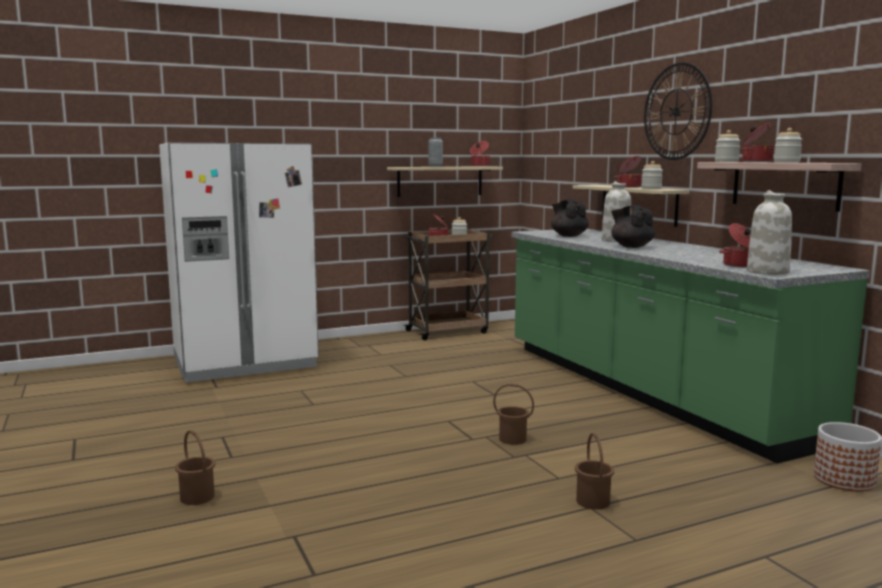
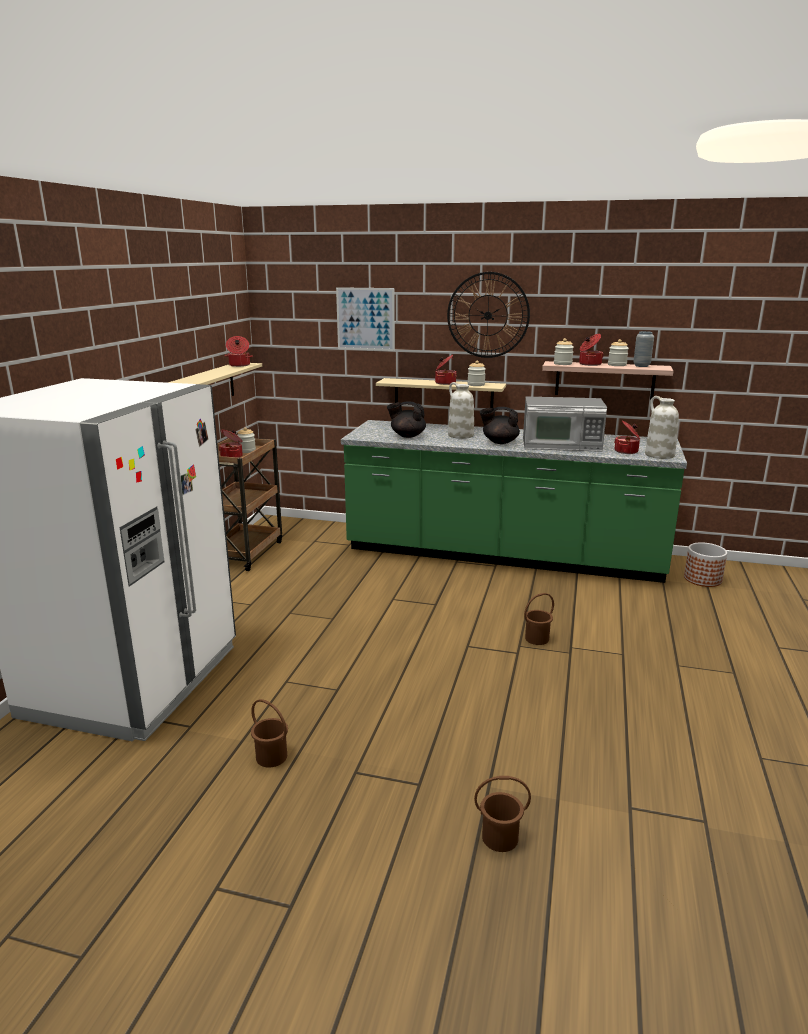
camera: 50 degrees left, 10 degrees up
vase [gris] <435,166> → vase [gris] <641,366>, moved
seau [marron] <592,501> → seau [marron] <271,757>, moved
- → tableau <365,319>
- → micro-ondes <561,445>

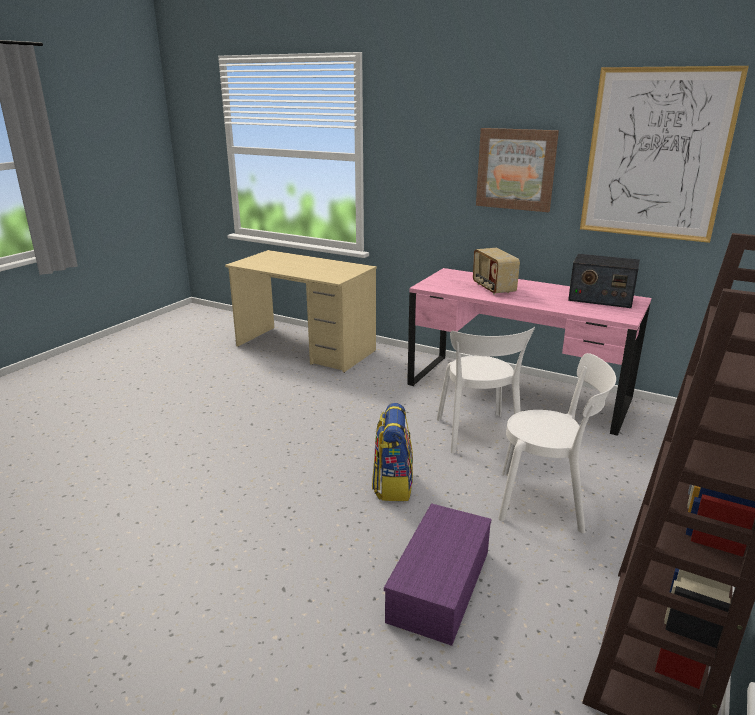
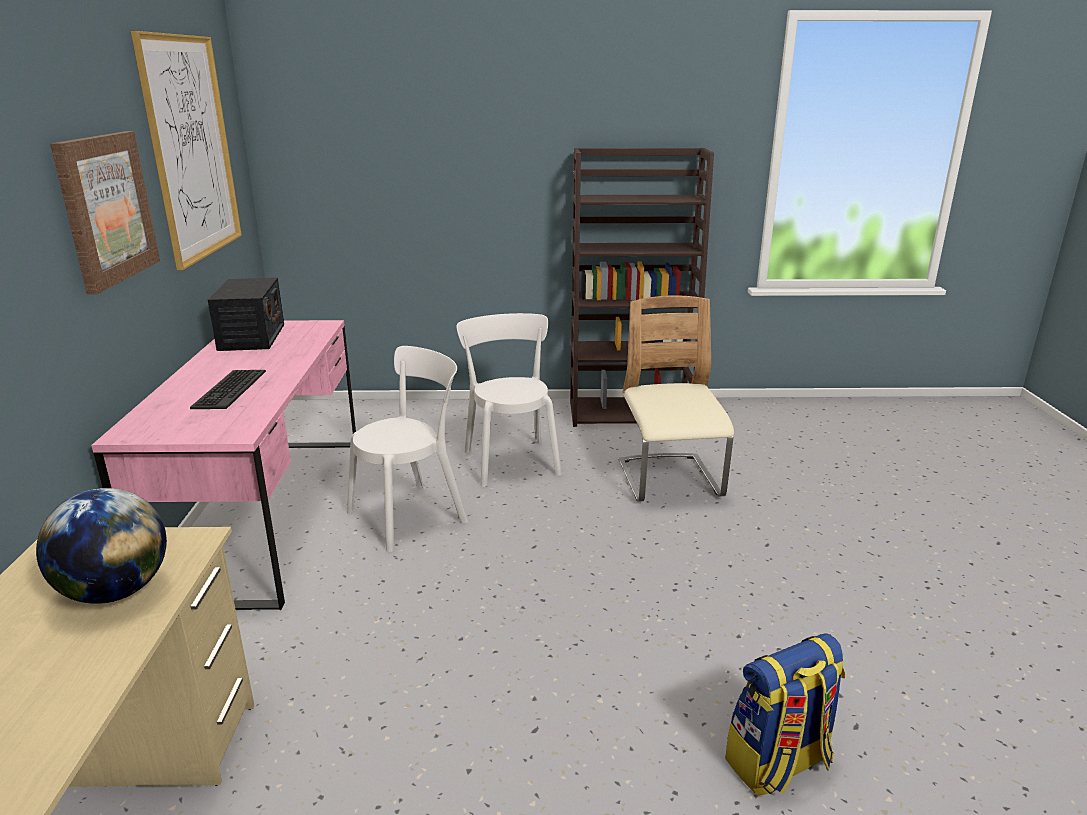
camera: 120 degrees left, 0 degrees up
sac à dos <392,484> → sac à dos <778,763>, moved
boîte de rangement [violet] <440,587> → chaise [beige] <669,480>
radio <493,288> → clavier <229,390>
- → globe <116,591>

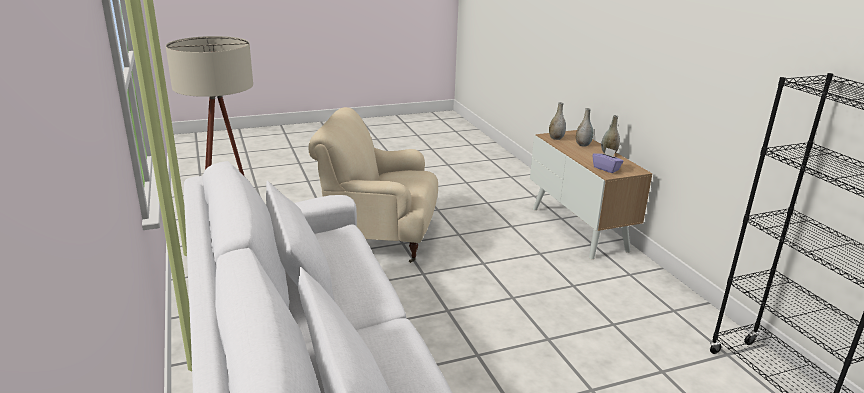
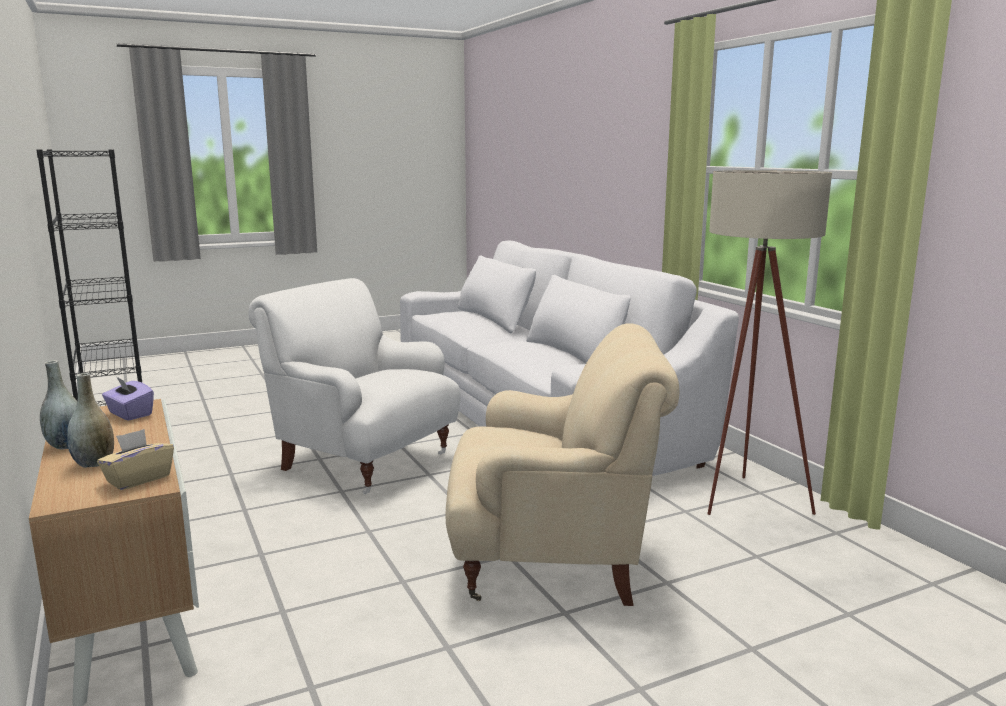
camera: 175 degrees right, 10 degrees down
vase [gris] <556,138> → boîte à mouchoirs [beige] <138,479>
- → fauteuil [blanc] <363,461>

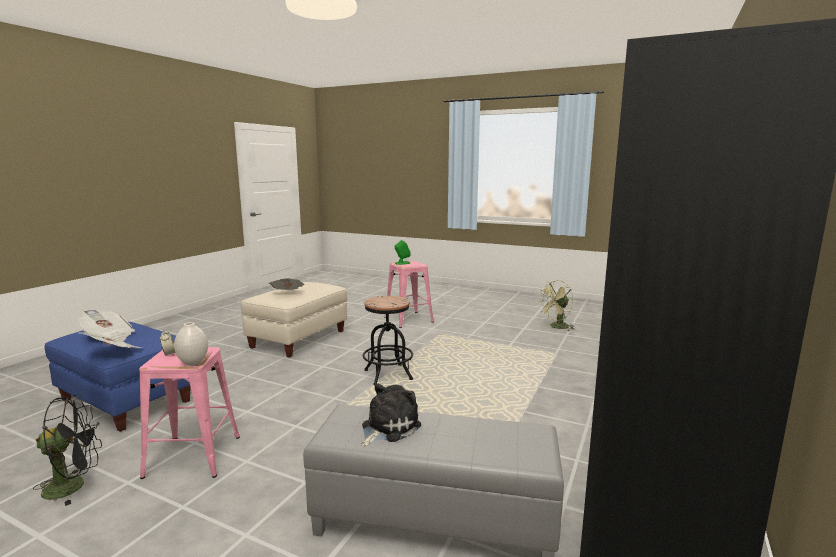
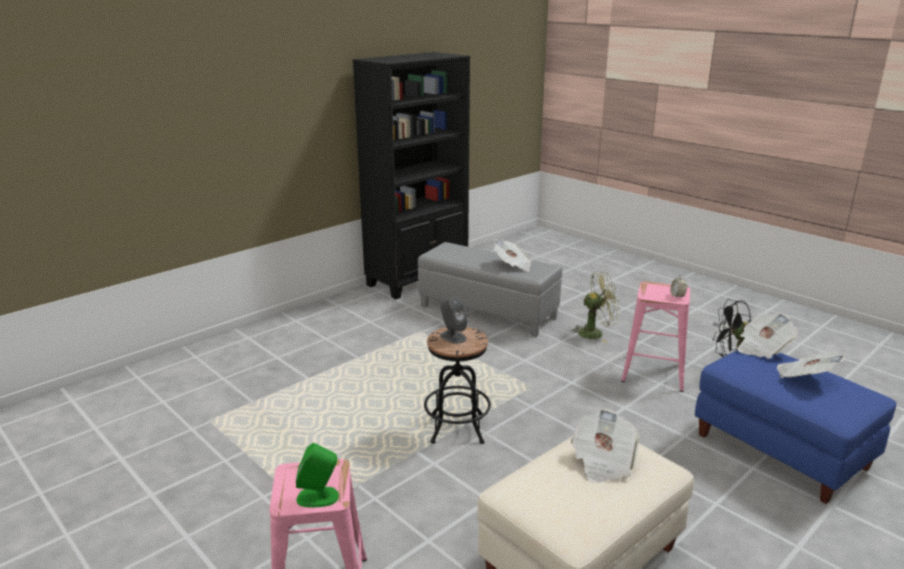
camera: 160 degrees left, 10 degrees up
vase [blanc] <194,363> → -
peluche <388,427> → journal <513,265>
ventilateur [vert] <556,327> → ventilateur [vert] <595,333>, moved
- → enceinte [gris] <452,337>

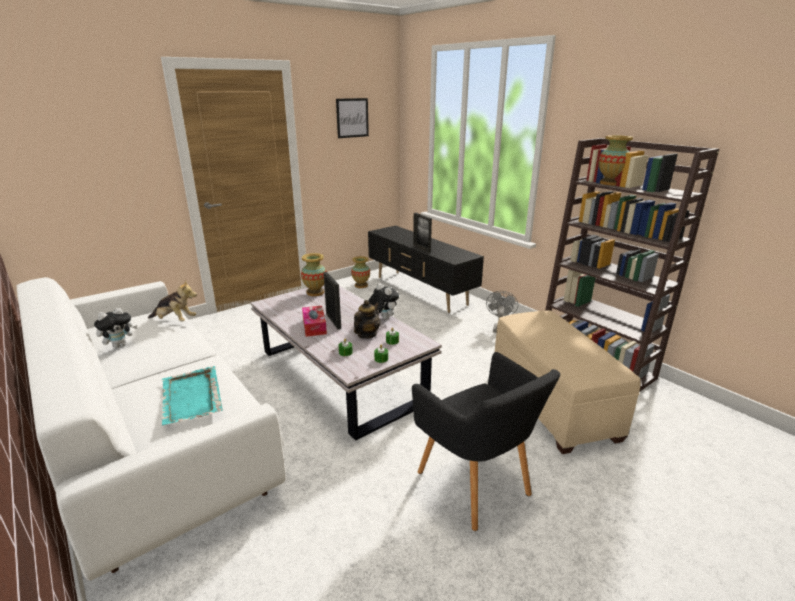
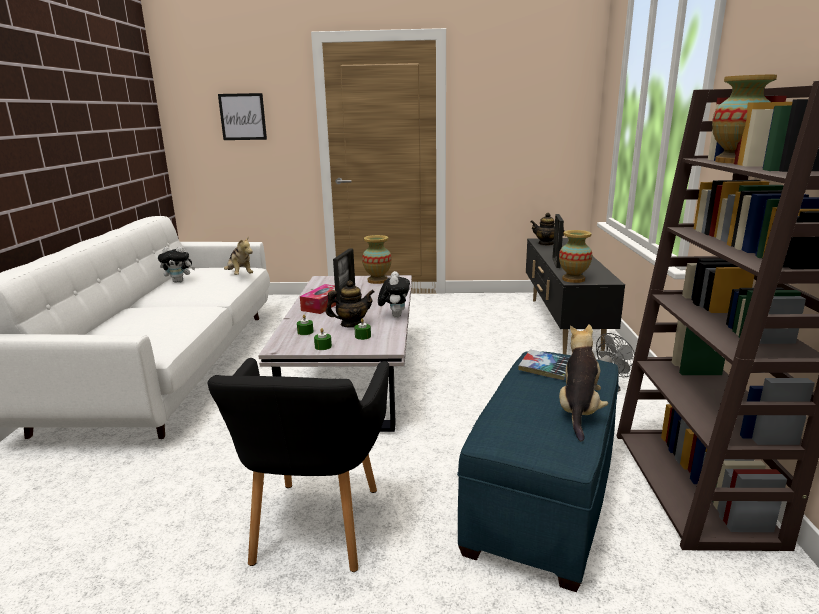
camera: 40 degrees right, 5 degrees down
plateau [turquoise] <191,398> → -
tableau <352,118> → tableau <242,117>, moved
vase <361,285> → vase <573,279>, moved
pouf [beige] <552,403> → pouf [bleu] <544,498>
- → livre <545,369>
- → théière <546,244>
- → peluche <579,411>

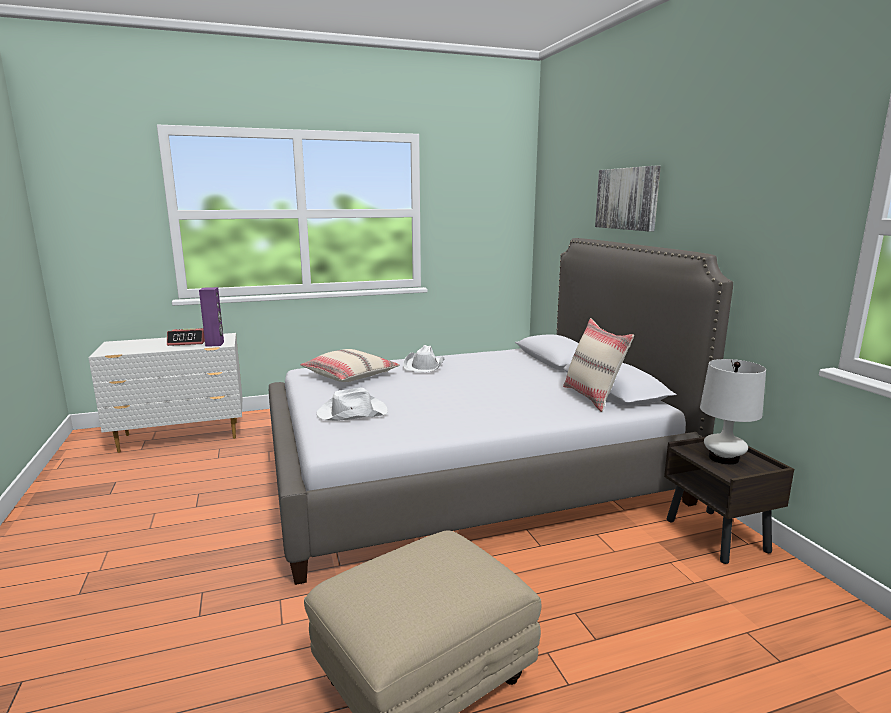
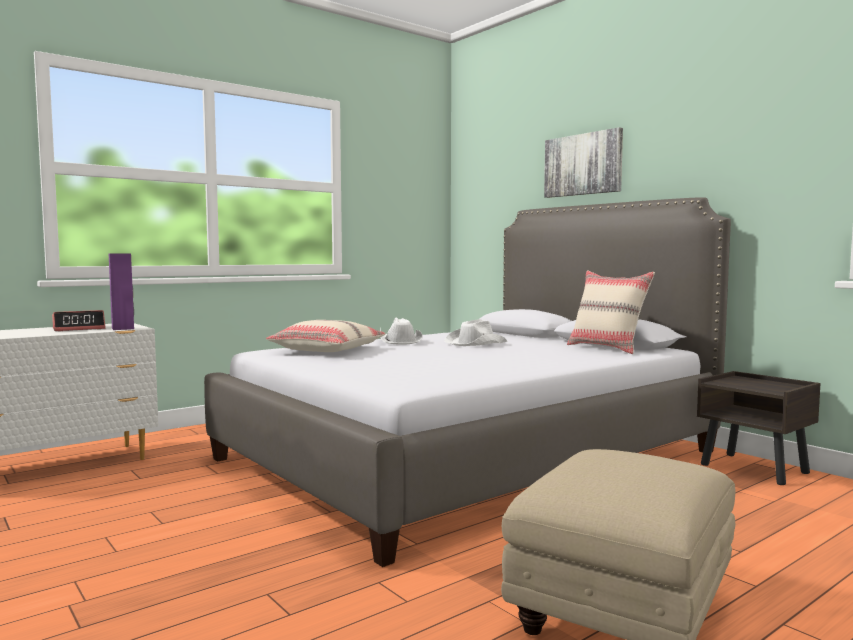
camera: 20 degrees left, 10 degrees down
chapeau [blanc] <351,413> → chapeau [blanc] <475,343>, moved
lampe de table [blanc] <723,458> → -

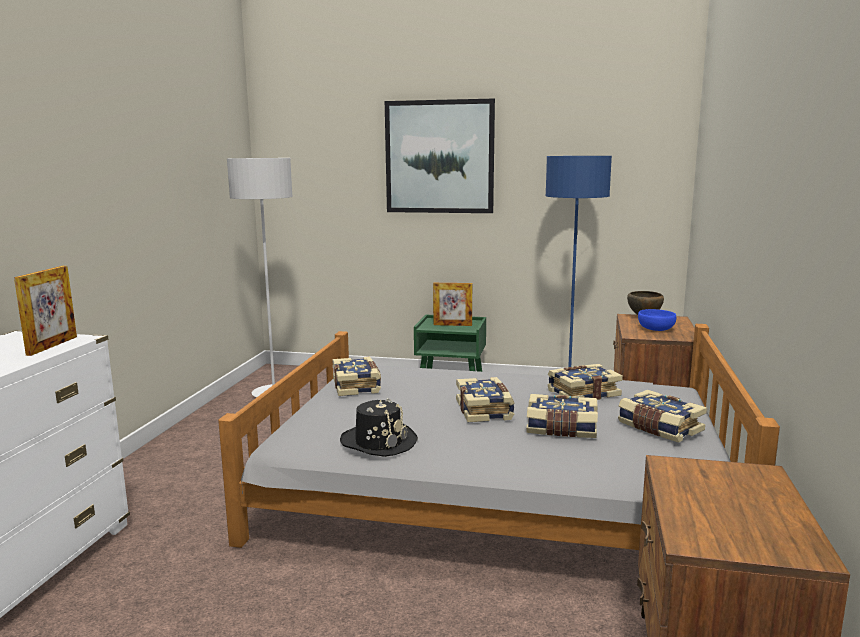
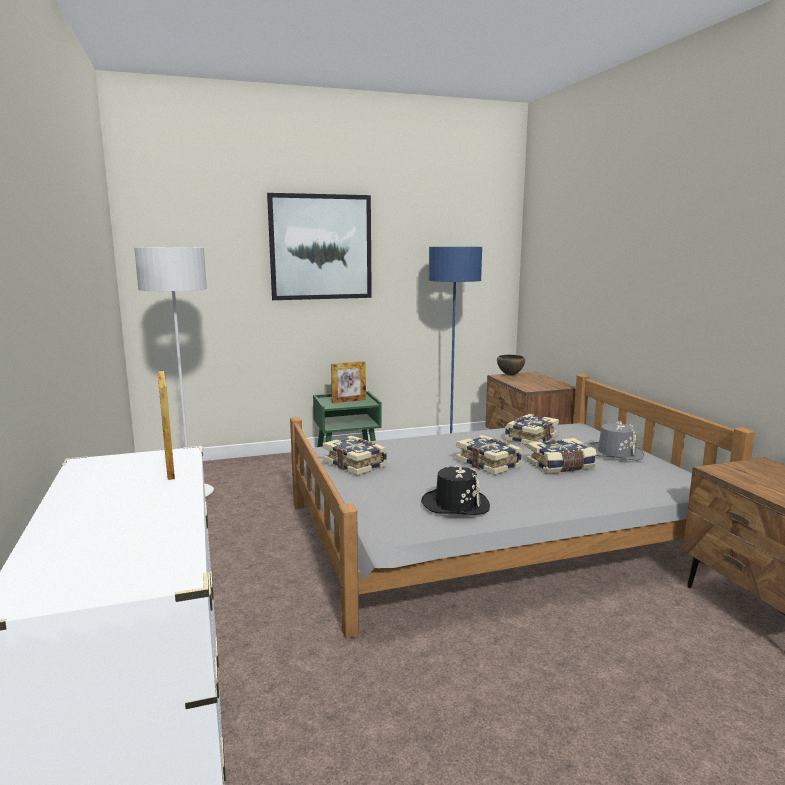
camera: 30 degrees left, 0 degrees up
livre <659,428> → chapeau [gris] <615,453>
bol [bleu] <655,329> → -

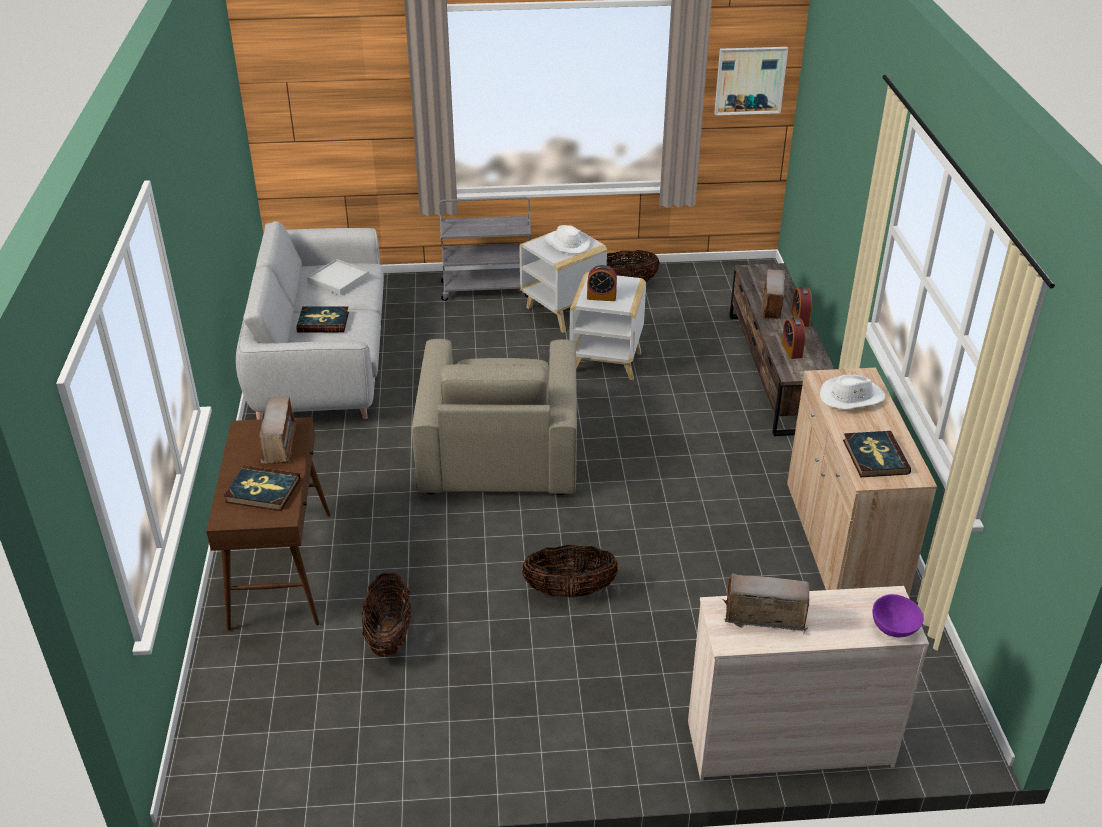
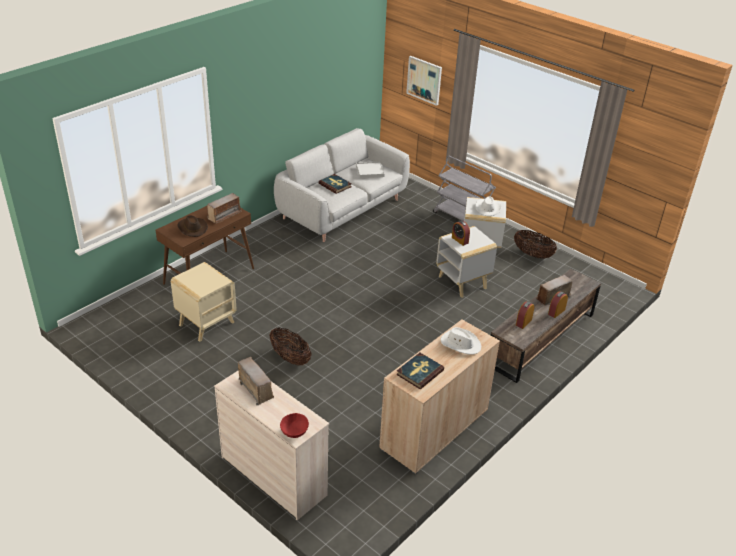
camera: 45 degrees right, 0 degrees up
livre <263,491> → chapeau [marron] <192,228>
panier <389,635> → table d'appoint [beige] <206,324>
fauteuil [beige] <498,449> → -
tableau <750,80> → tableau <424,80>, moved
bol [violet] <893,626> → bol [rouge] <294,431>

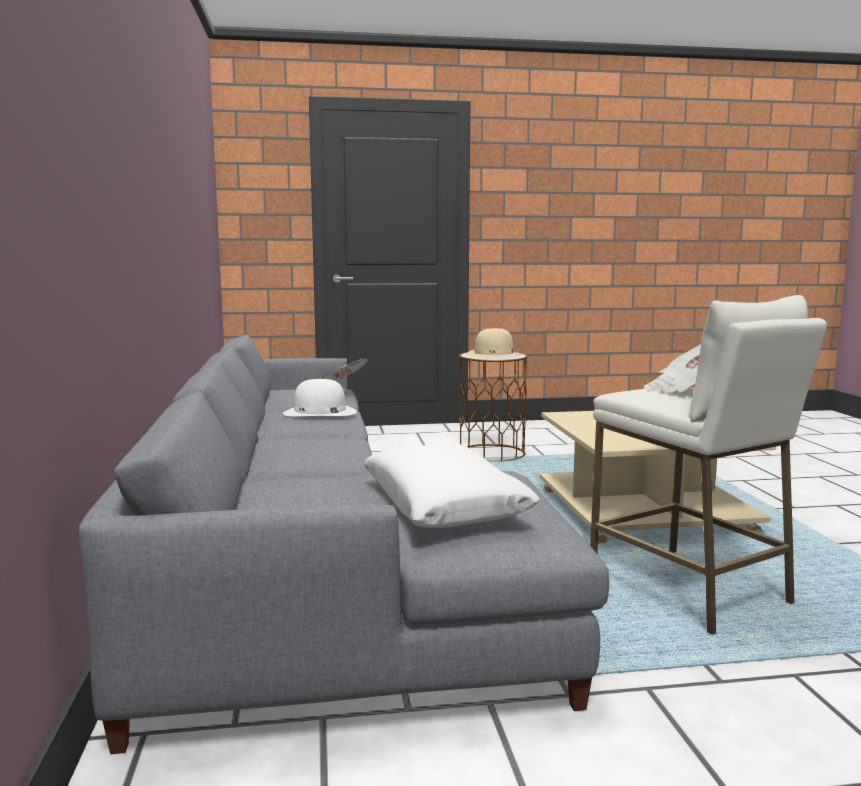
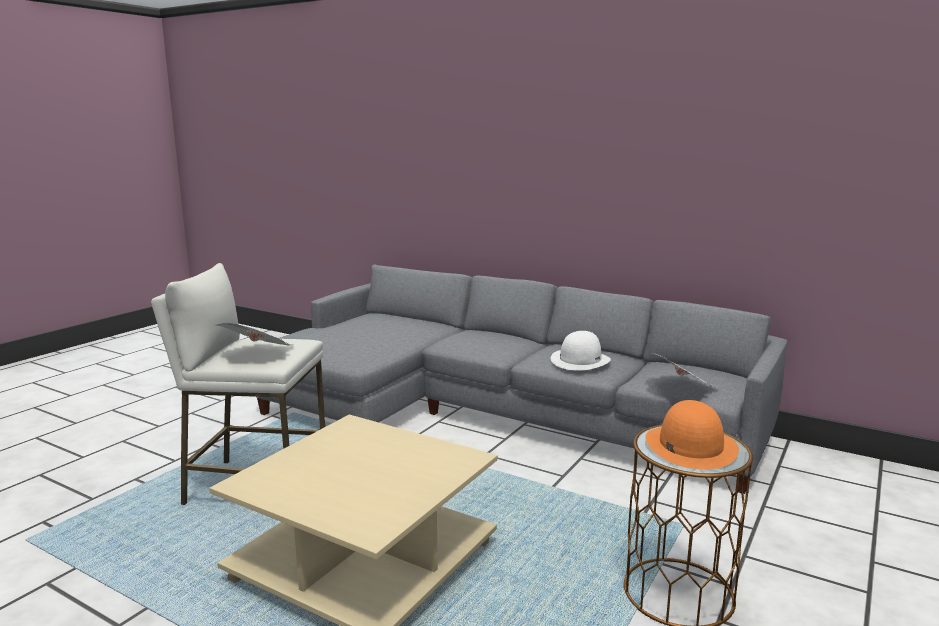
camera: 130 degrees right, 5 degrees up
coussin [blanc] <444,504> → -
chapeau [beige] <493,354> → chapeau [orange] <690,446>

